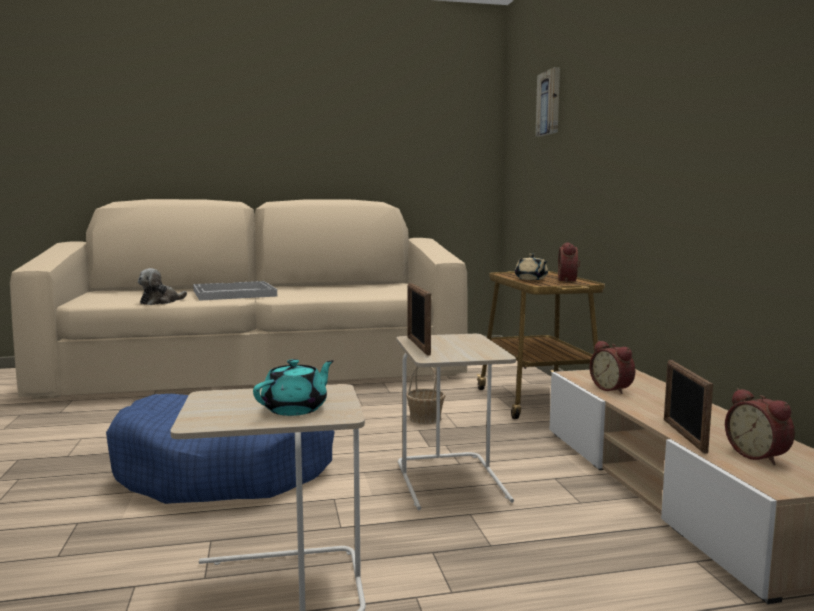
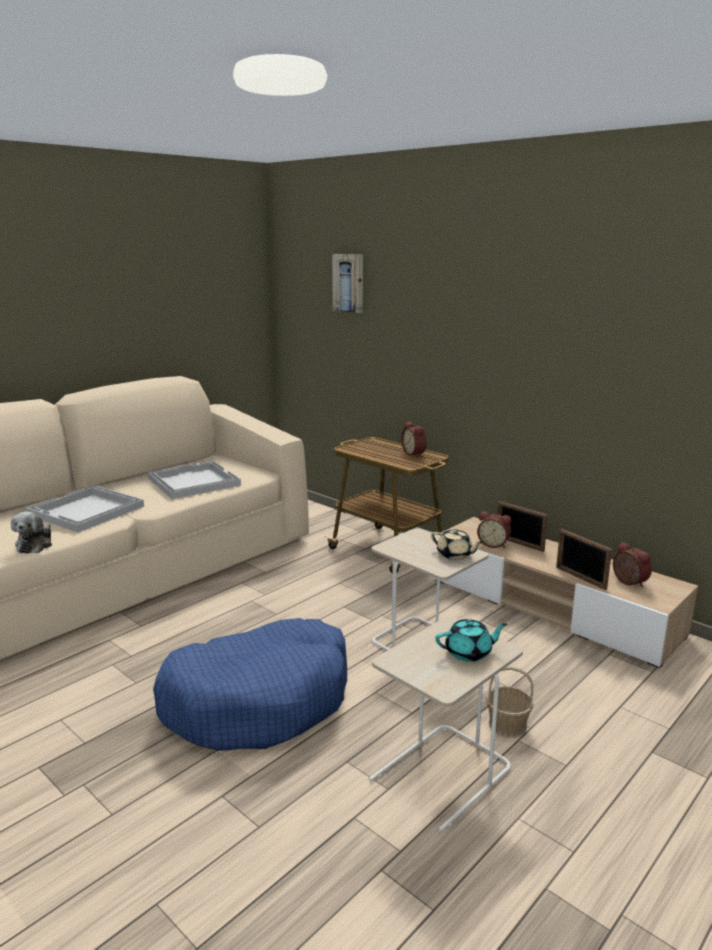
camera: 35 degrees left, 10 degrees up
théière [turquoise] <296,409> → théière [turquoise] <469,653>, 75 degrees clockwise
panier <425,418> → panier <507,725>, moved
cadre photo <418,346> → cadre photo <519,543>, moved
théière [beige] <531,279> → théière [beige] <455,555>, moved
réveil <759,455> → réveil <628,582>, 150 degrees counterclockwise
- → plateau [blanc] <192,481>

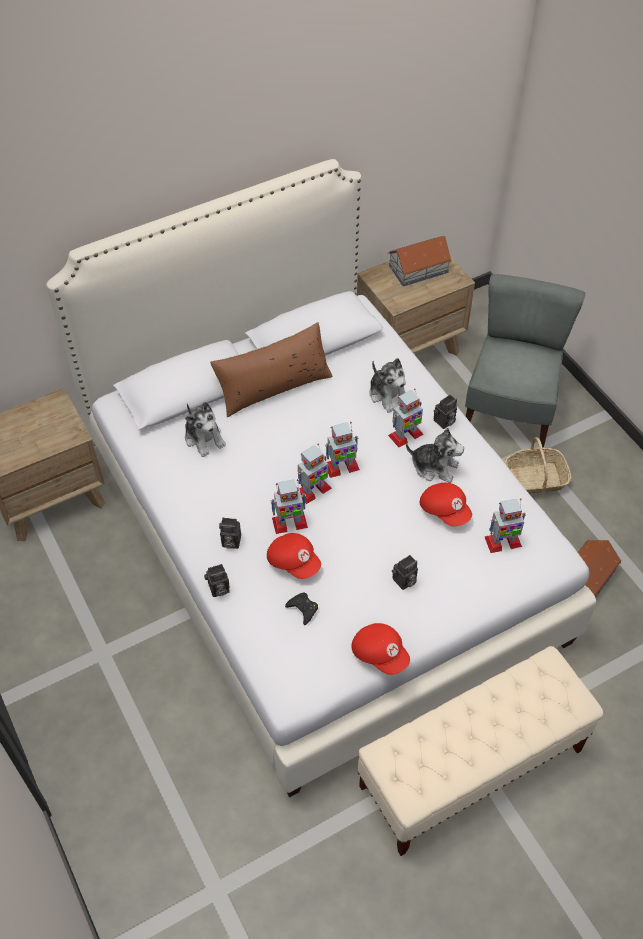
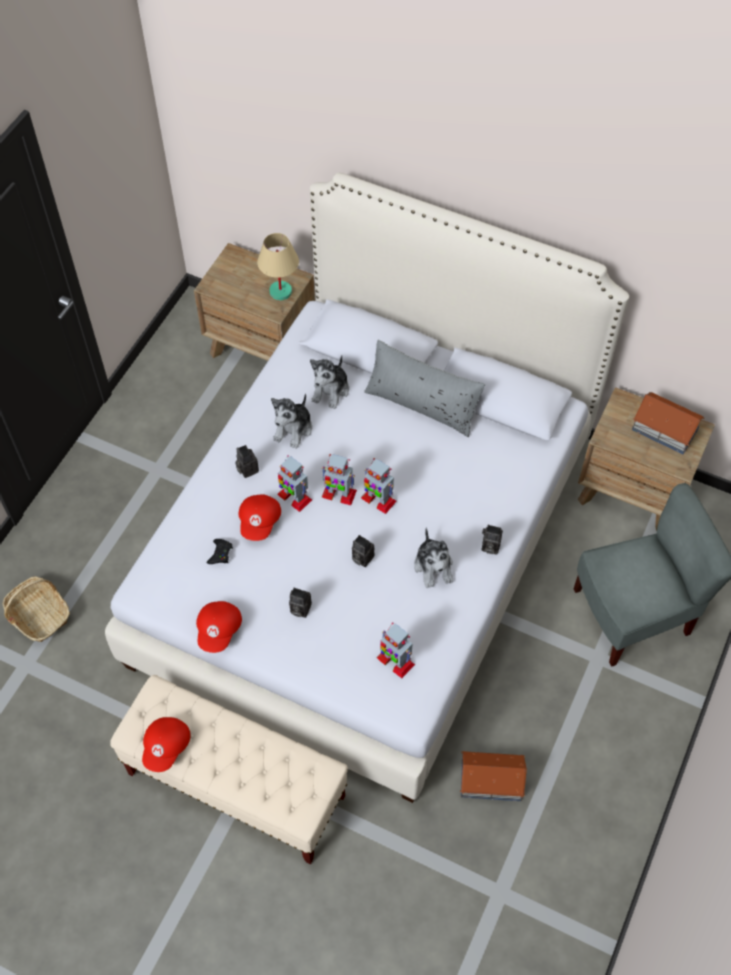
camera: 55 degrees right, 5 degrees up
appareil photo <218,589> → appareil photo <361,558>, moved
coussin [marron] <274,387> → coussin [gris] <422,403>
peluche <388,395> → peluche <293,429>, moved
robot jouet <405,435> → -
casquette [rouge] <445,510> → casquette [rouge] <167,747>, moved
panier <535,479> → panier <39,615>, moved
- → lampe de table [beige] <281,291>

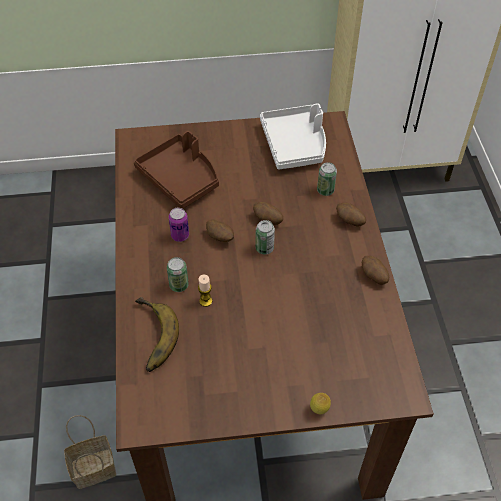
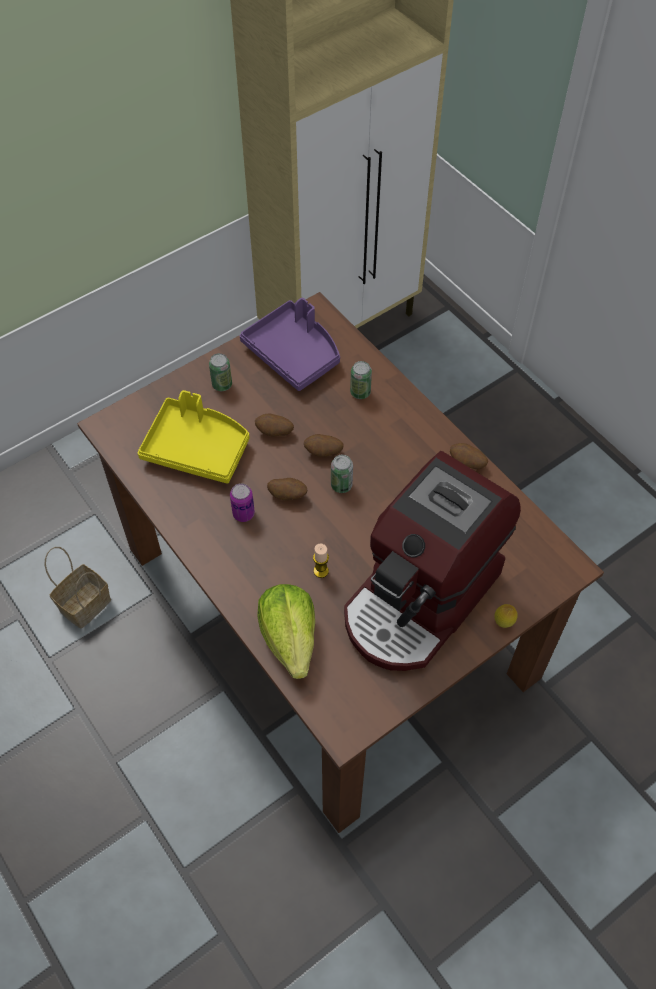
camera: 30 degrees left, 5 degrees up
panier <95,467> → panier <85,603>, moved
plateau [marron] <181,178> → plateau [jaune] <197,448>
banane <149,337> → laitue <290,638>
boîte métallique <179,285> → boîte métallique <222,385>, moved
plateau [blanc] <295,144> → plateau [violet] <294,353>
pomme de terre <349,221> → pomme de terre <274,432>, moved
- → machine à café <421,599>

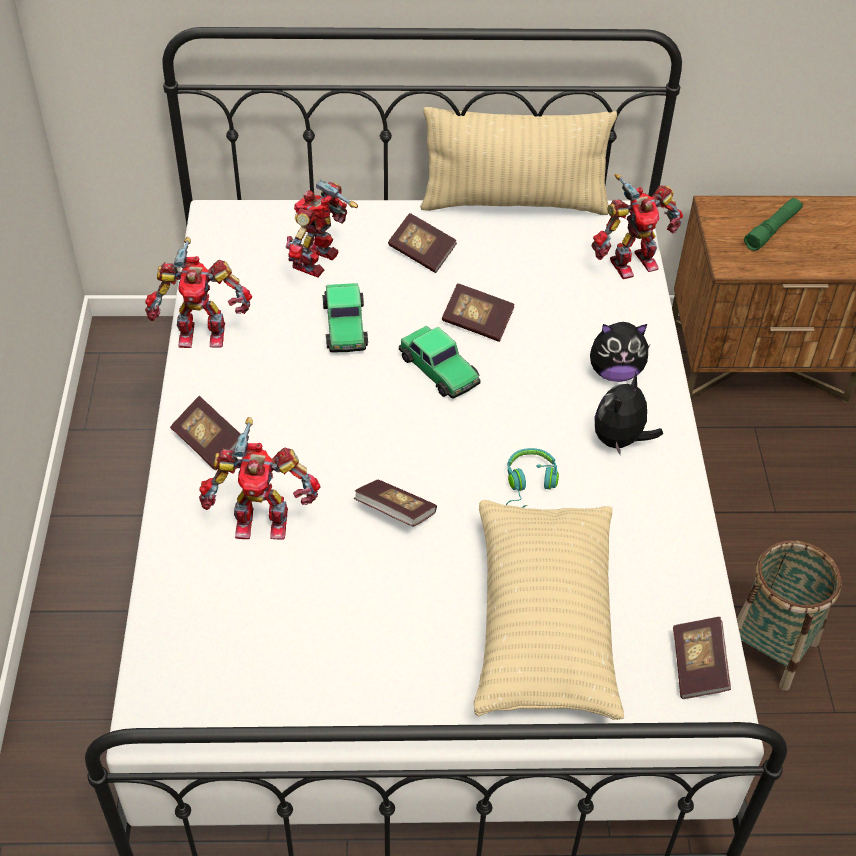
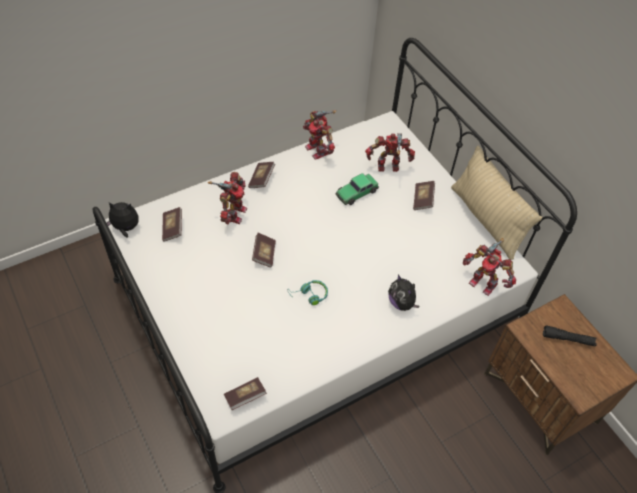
camera: 60 degrees right, 5 degrees up
robot jouet <262,520> → robot jouet <233,213>, 135 degrees counterclockwise
petite voiture <439,370> → -
livre <477,323> → livre <173,228>, moved
coussin [beige] <543,625> → -
peluche <620,440> → peluche <125,228>, moved
panier <770,647> → -
lampe de poche [vert] <772,230> → lampe de poche [noir] <568,339>

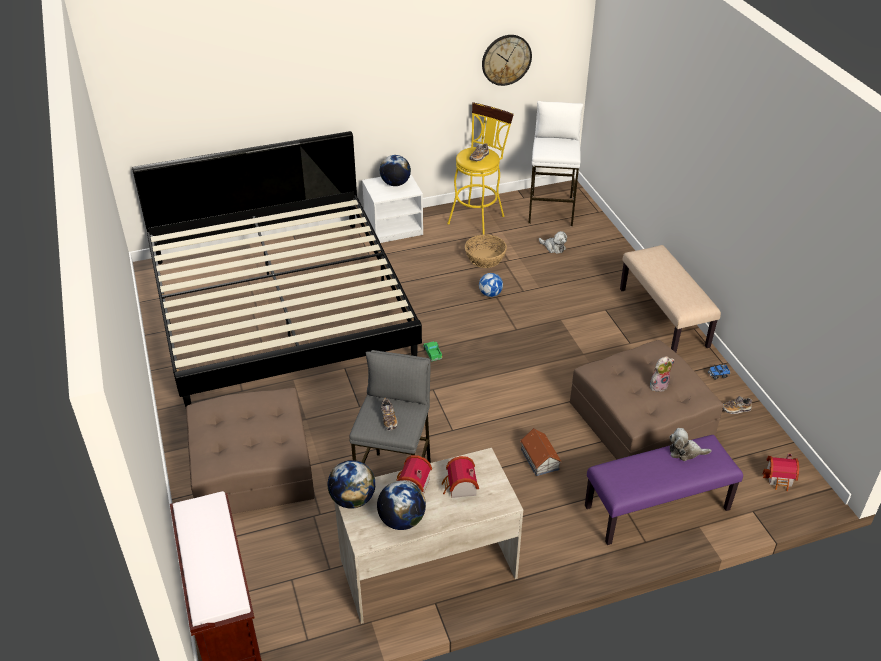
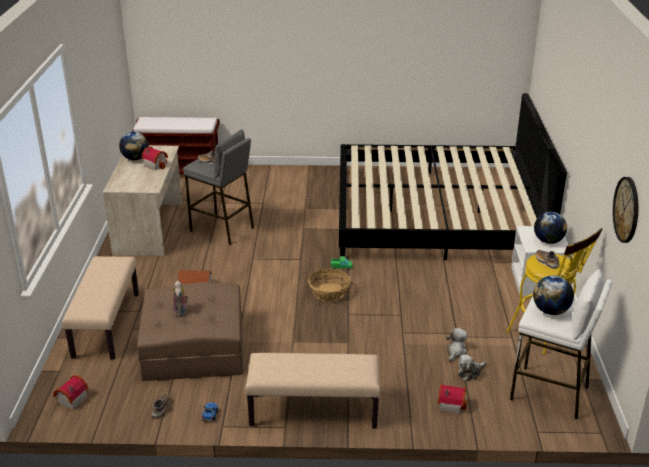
camera: 110 degrees right, 10 degrees down
pouf [marron] <252,468> → -
globe <353,499> → globe <550,311>, moved
maison miniature <460,488> → maison miniature <450,404>, moved
panier <485,258> → panier <329,292>, moved
ballon de foot <490,294> → -
banc [violet] <657,509> → banc [beige] <106,325>
peluche <685,452> → peluche <455,351>, moved

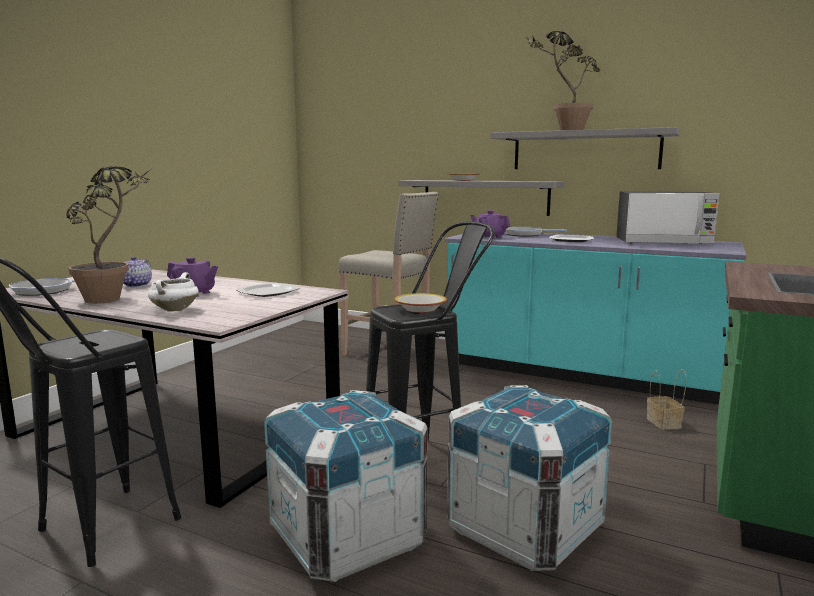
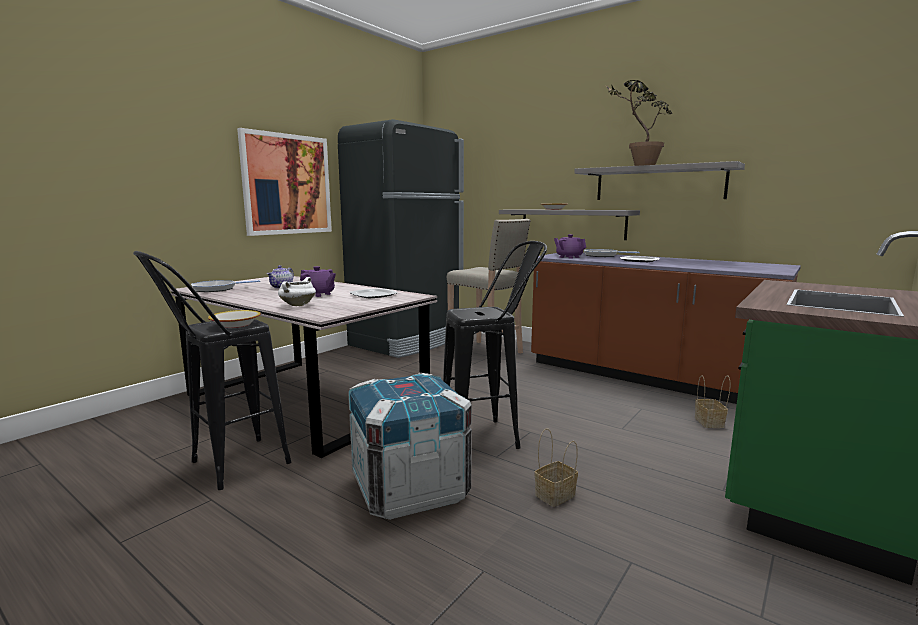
camera: 10 degrees right, 0 degrees up
plante en pot <113,297> → -
bol <420,309> → bol <236,325>, moved
comptoir de cuisine [turquoise] <580,373> → comptoir de cuisine [marron] <646,377>
caisse <524,528> → panier <555,496>
micro-ondes <663,242> → -
- → tableau <287,184>
- → réfrigérateur [noir] <407,341>

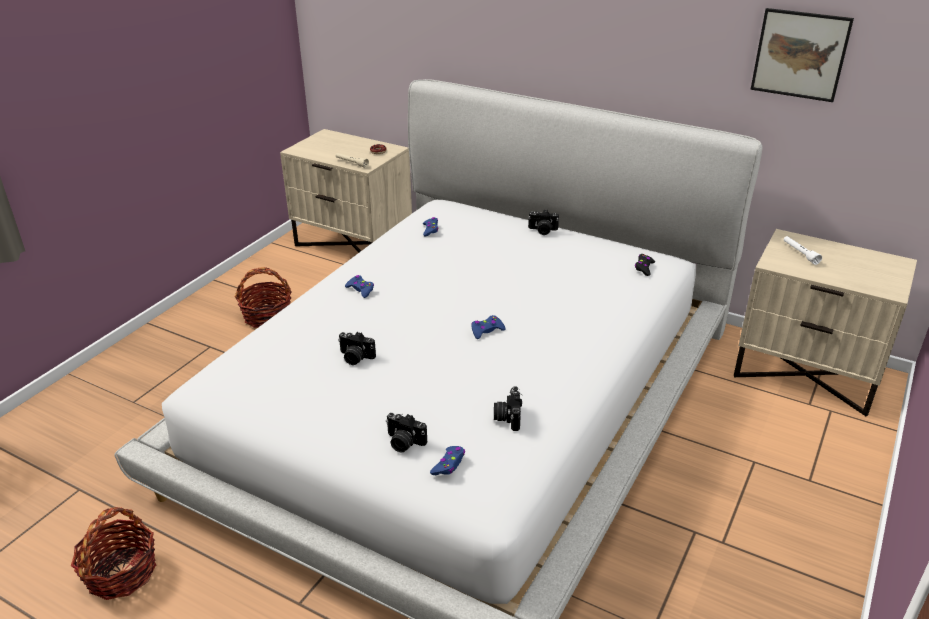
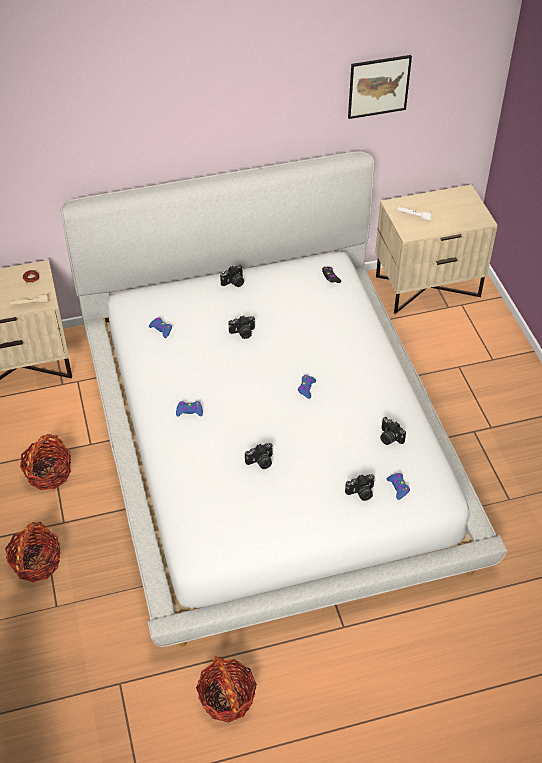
camera: 45 degrees left, 15 degrees up
- → panier <36,562>
- → appareil photo <242,333>

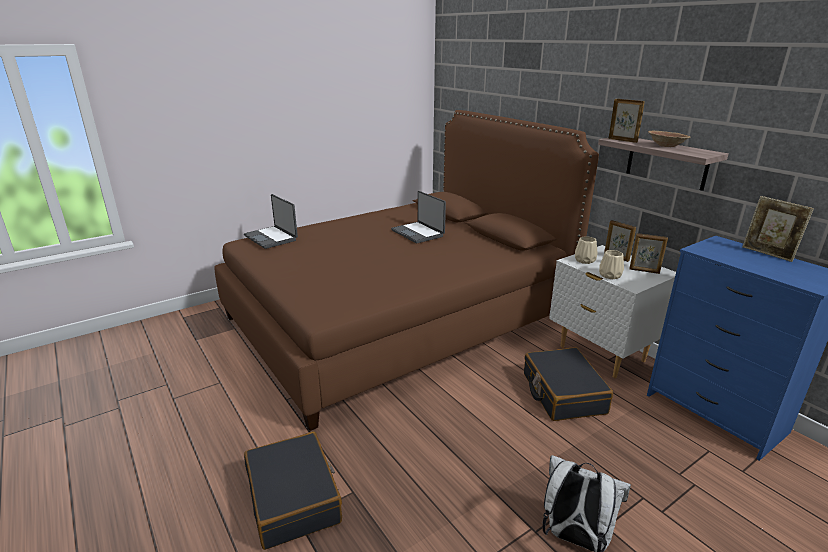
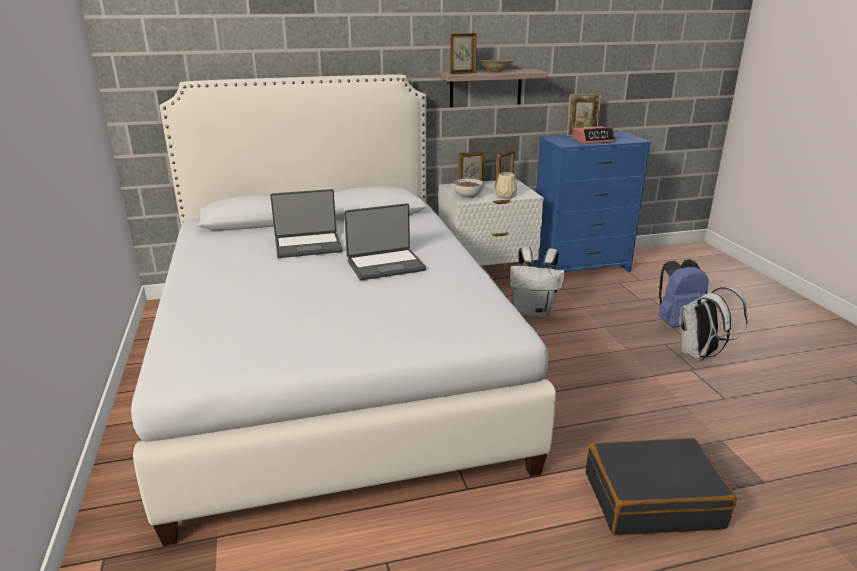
camera: 70 degrees left, 0 degrees up
lit [marron] <398,318> → lit [blanc] <332,366>
ordinateur portable <271,238> → ordinateur portable <385,265>, moved
valise [noir] <563,393> → sac à dos [blanc] <533,311>
vase [beige] <584,260> → bol <467,196>
- → réveil <593,140>
- → sac à dos [bleu] <677,323>

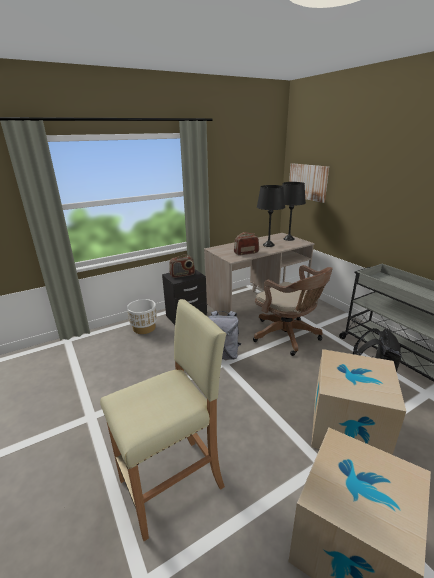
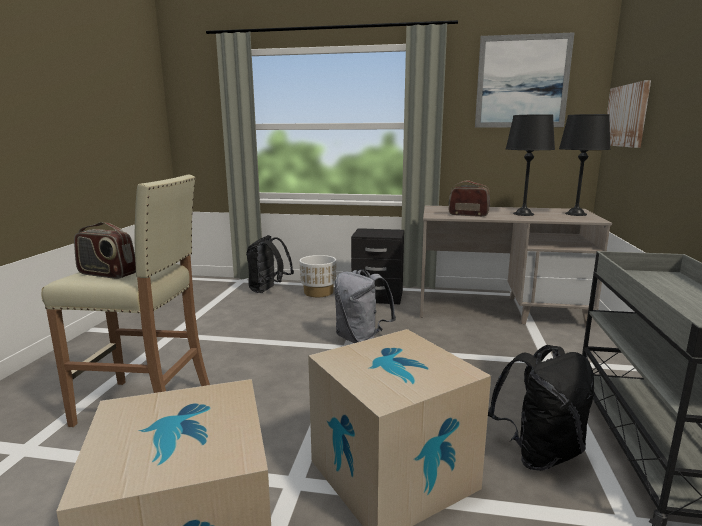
camera: 40 degrees right, 10 degrees down
radio <182,275> → radio <107,274>, moved
chaise de bureau [marron] <288,336> → -
- → sac à dos [noir] <268,290>
- → tableau <522,82>

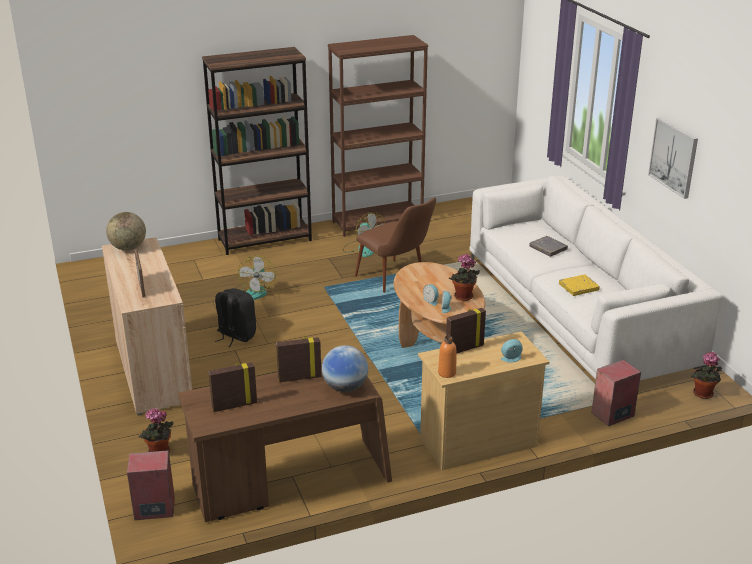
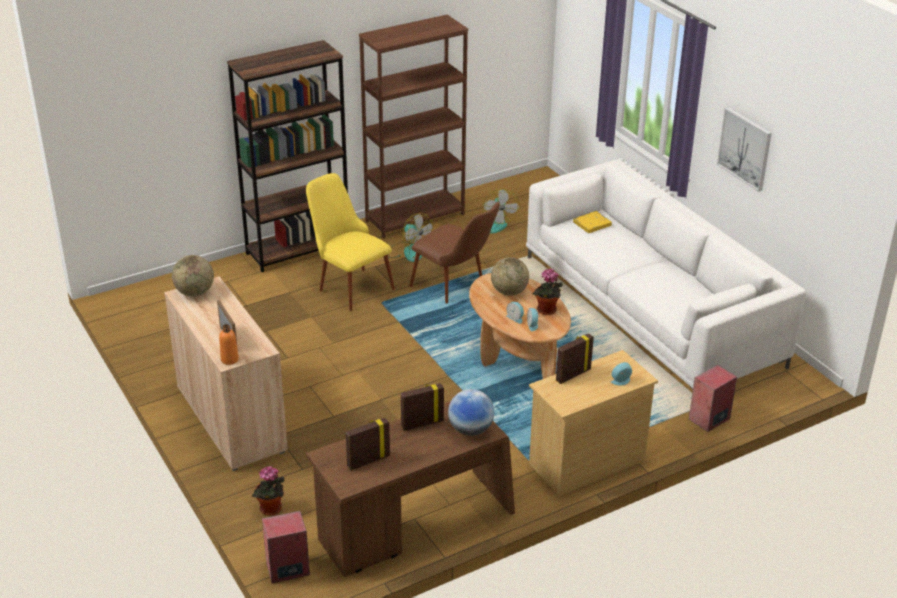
camera: 10 degrees left, 5 degrees up
sac à dos [noir] <235,336> → -
ventilateur <255,291> → ventilateur <495,223>, moved
bouteille [orange] <447,373> → bouteille [orange] <229,359>, moved
livre [gris] <548,248> → -
livre [jaune] <578,287> → livre [jaune] <592,224>, moved
plante en pot <703,395> → -
- → chaise [jaune] <349,284>
- → globe <509,292>

